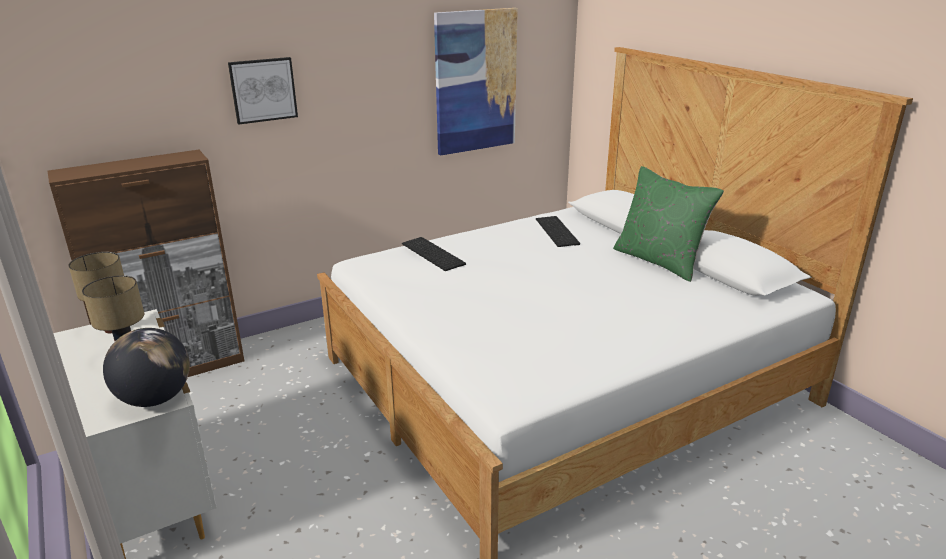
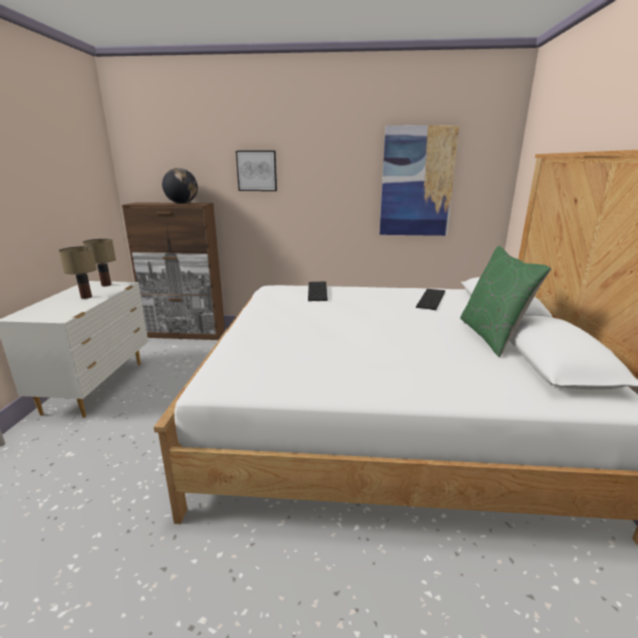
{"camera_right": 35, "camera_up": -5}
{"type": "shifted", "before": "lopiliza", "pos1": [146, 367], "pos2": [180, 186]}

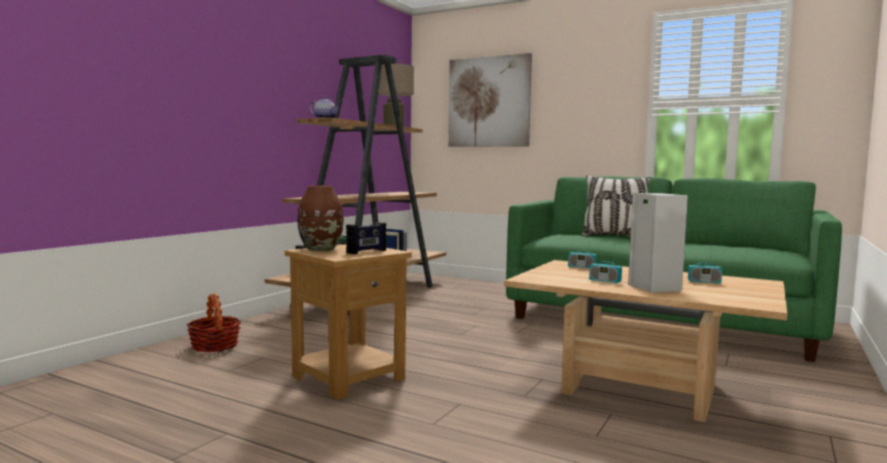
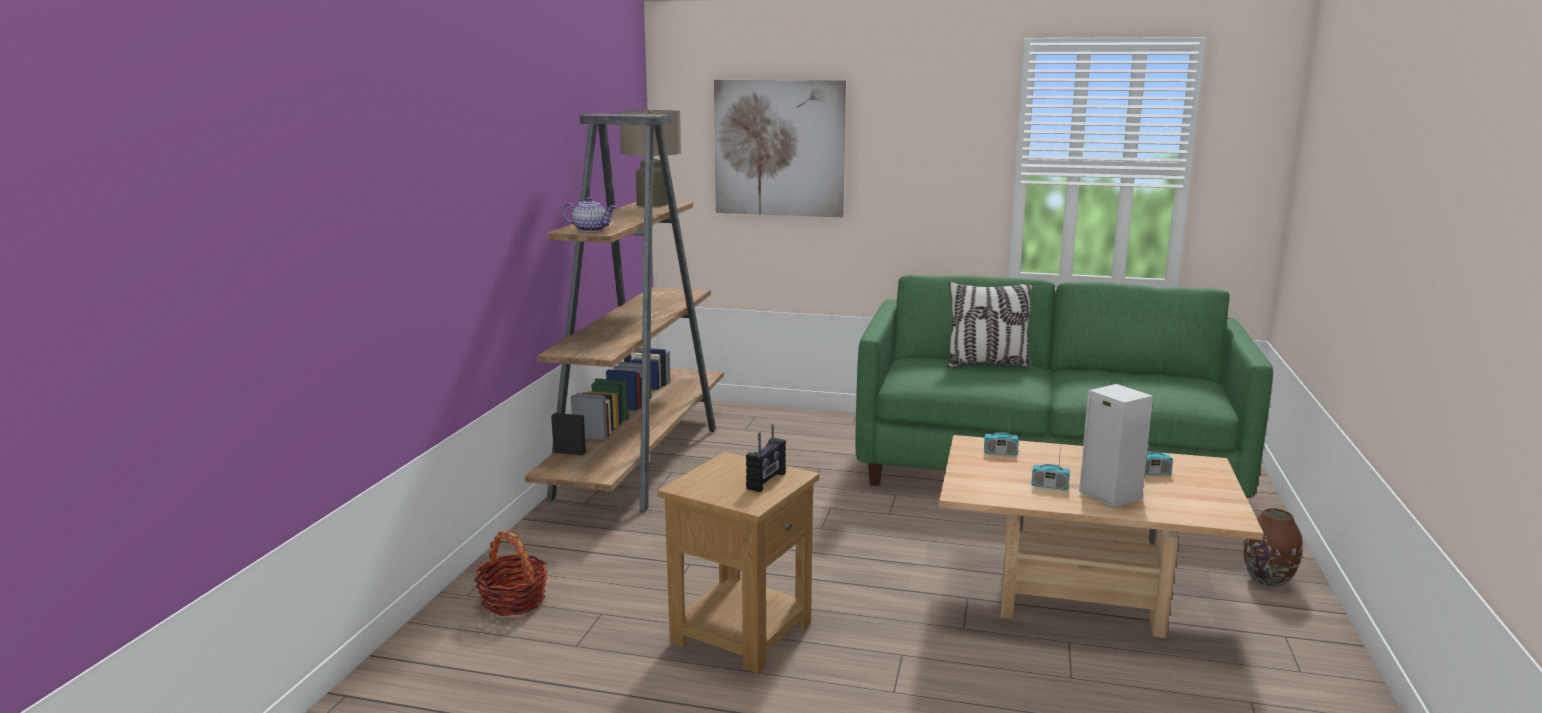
{"camera_right": -15, "camera_up": 10}
{"type": "shifted", "before": "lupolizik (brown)", "pos1": [320, 218], "pos2": [1273, 547]}

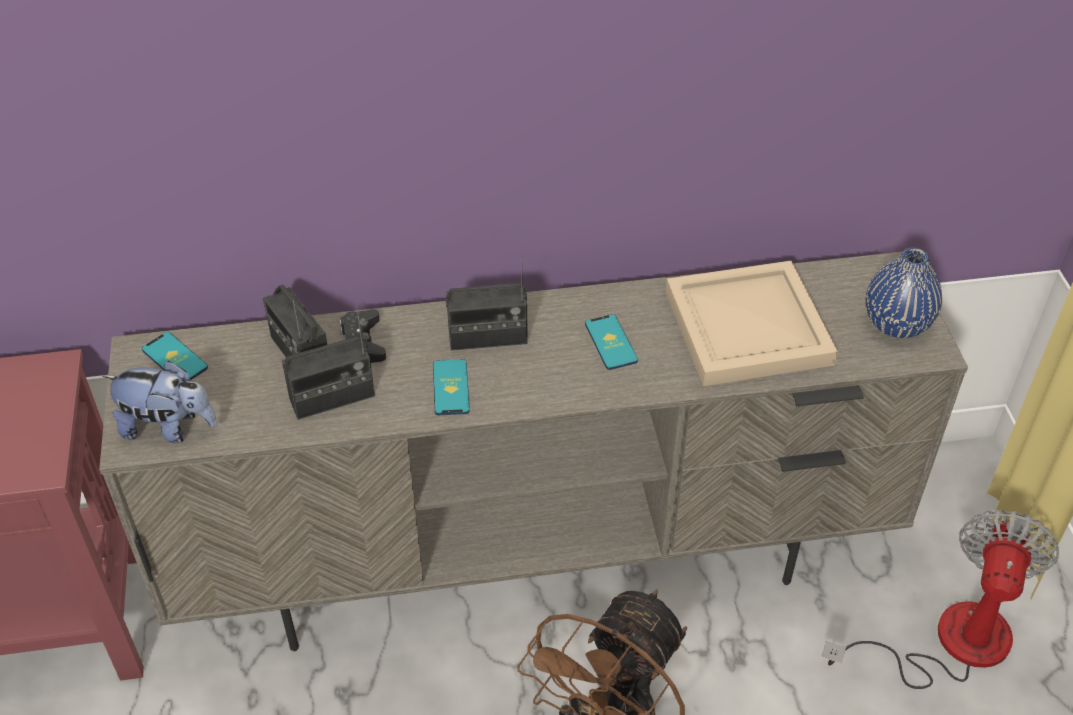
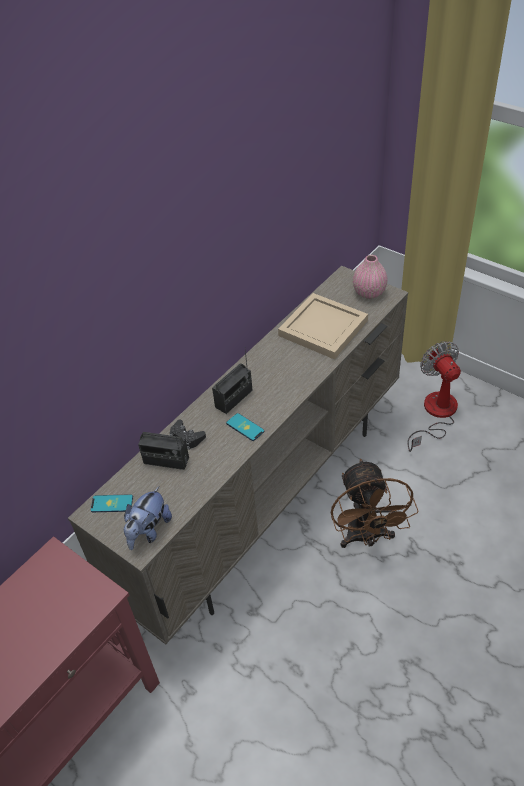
{"camera_right": -40, "camera_up": 0}
{"type": "repainted", "before": "lupolizik (blue)", "after": "lupolizik (pink)", "pos1": [903, 293], "pos2": [370, 277]}
{"type": "gone", "before": "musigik", "pos1": [328, 364]}
{"type": "gone", "before": "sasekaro", "pos1": [611, 342]}
{"type": "rotated", "before": "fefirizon", "pos1": [159, 402], "pos2": [148, 518], "turn": 150}

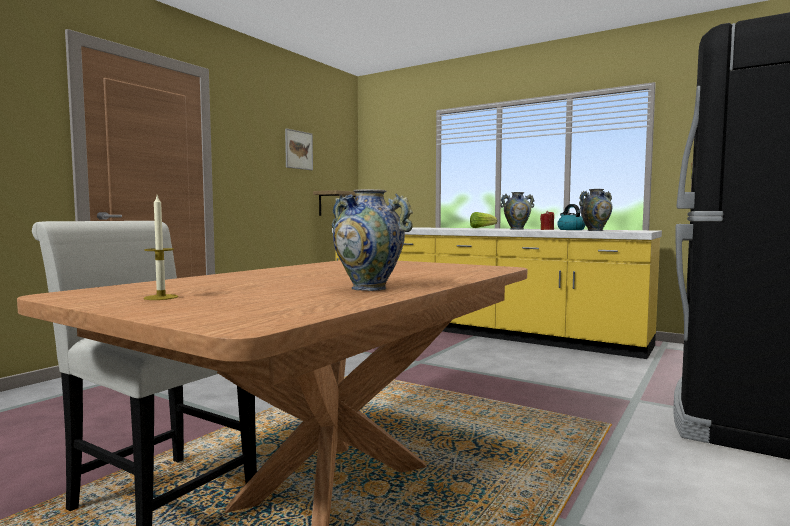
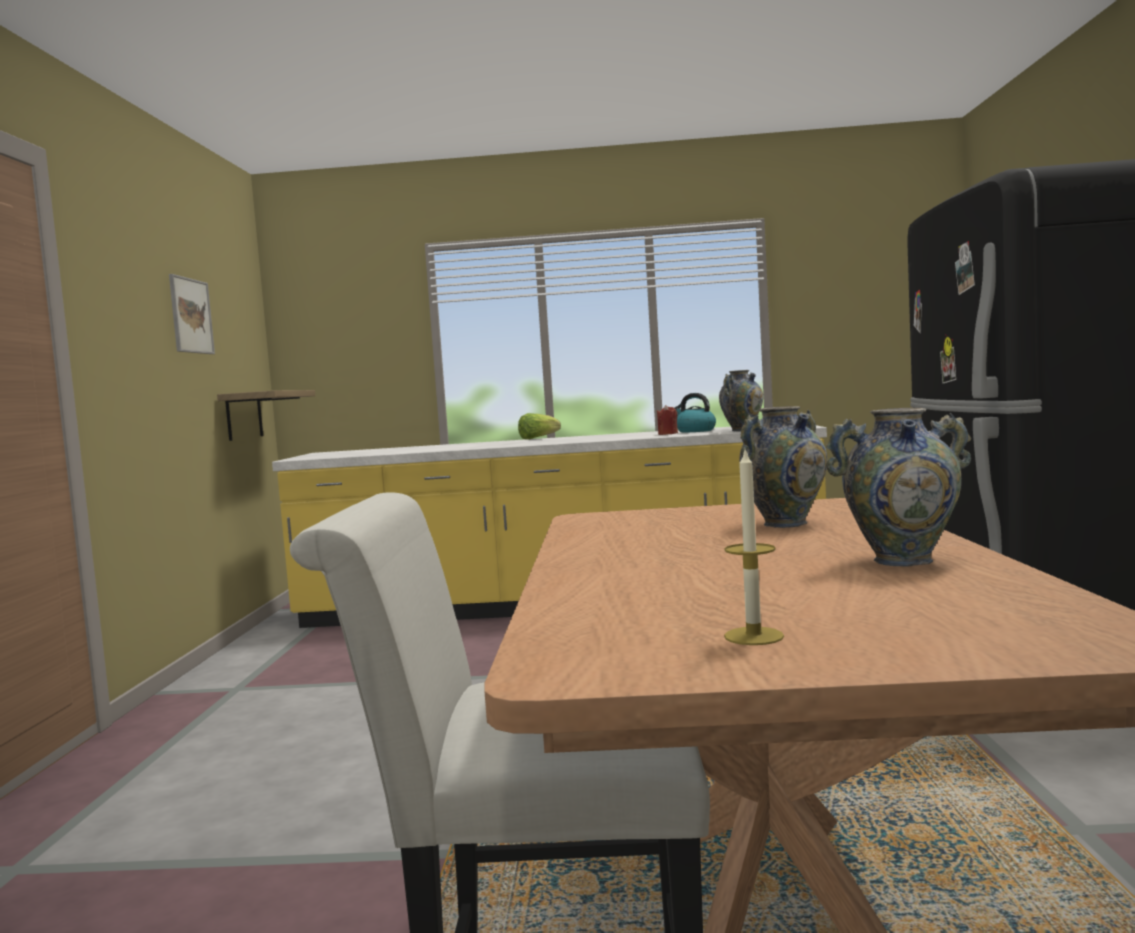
{"camera_right": -30, "camera_up": 0}
{"type": "shifted", "before": "lupolizik", "pos1": [517, 210], "pos2": [783, 467]}

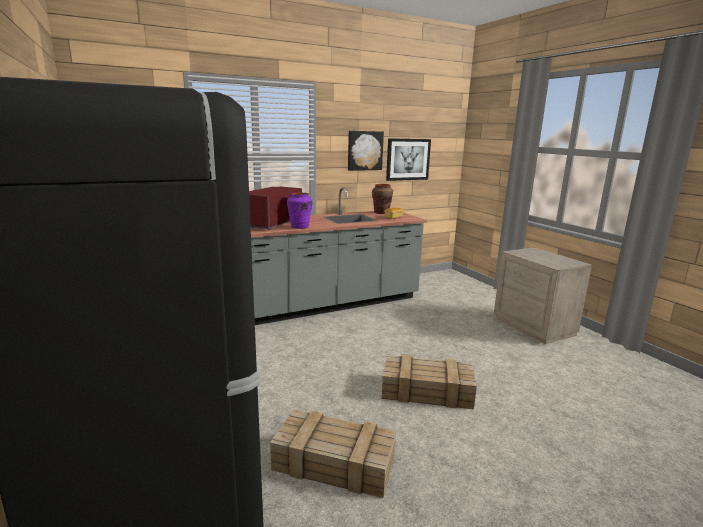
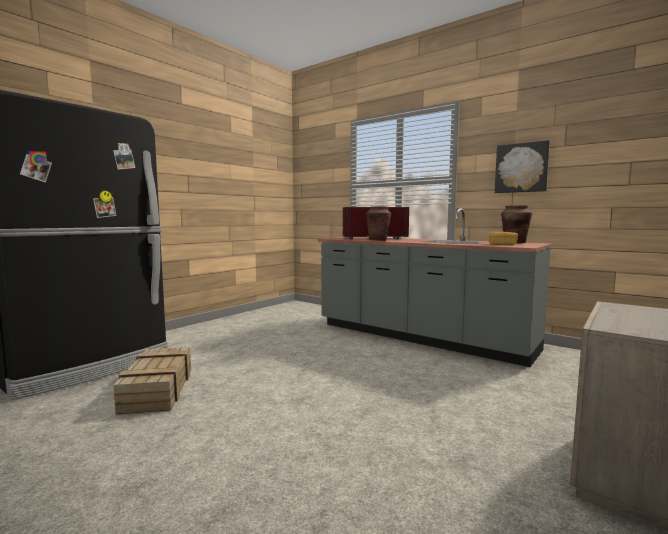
{"camera_right": 65, "camera_up": -10}
{"type": "gone", "before": "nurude", "pos1": [408, 159]}
{"type": "repainted", "before": "lupolizik (purple)", "after": "lupolizik (brown)", "pos1": [299, 211], "pos2": [378, 223]}
{"type": "gone", "before": "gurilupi", "pos1": [429, 381]}

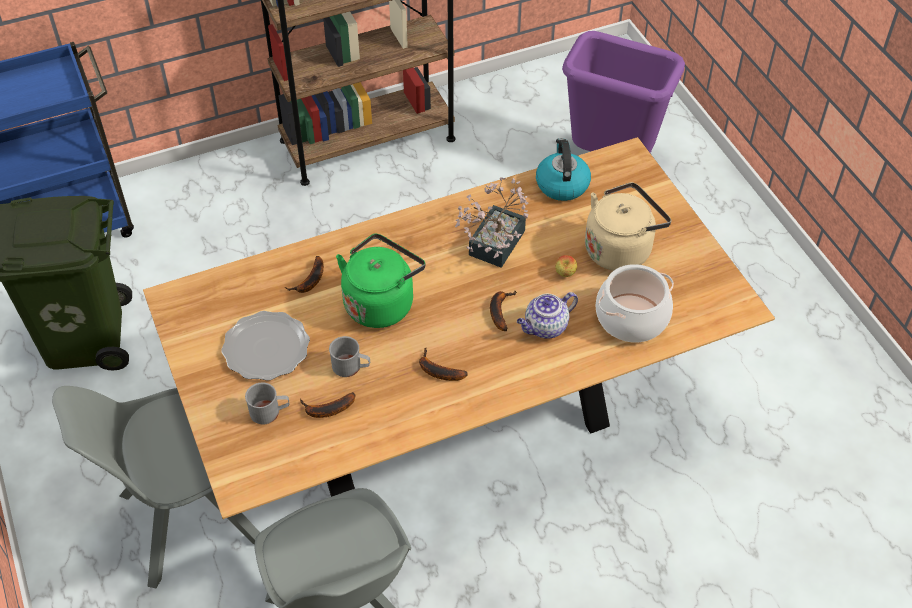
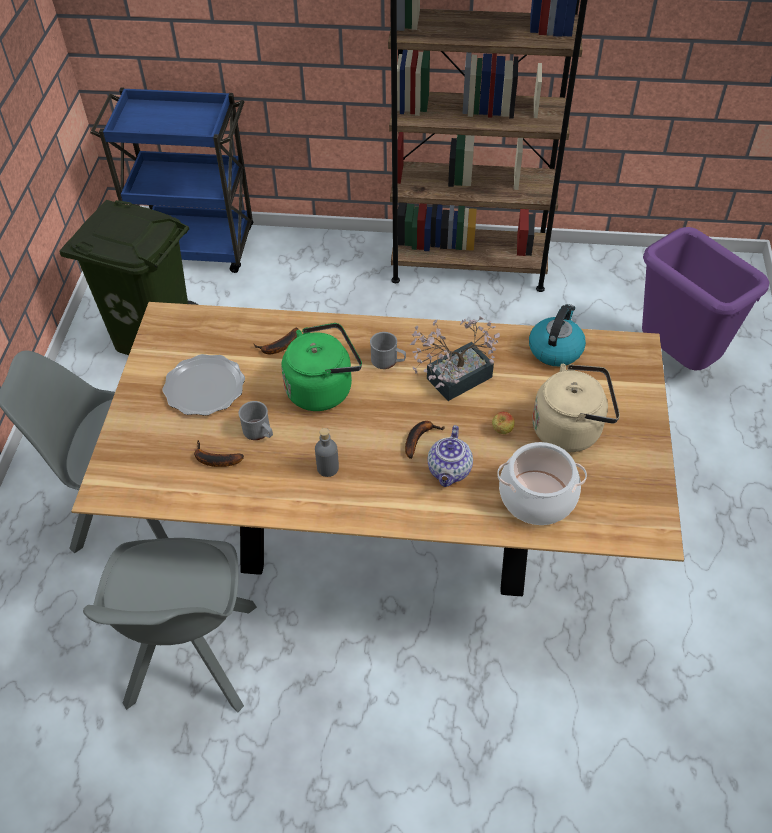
{"camera_right": 30, "camera_up": 0}
{"type": "rotated", "before": "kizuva", "pos1": [547, 315], "pos2": [450, 456], "turn": -75}
{"type": "swapped", "before": "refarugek", "after": "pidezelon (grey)", "pos1": [443, 364], "pos2": [327, 452]}
{"type": "shifted", "before": "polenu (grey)", "pos1": [267, 403], "pos2": [388, 350]}

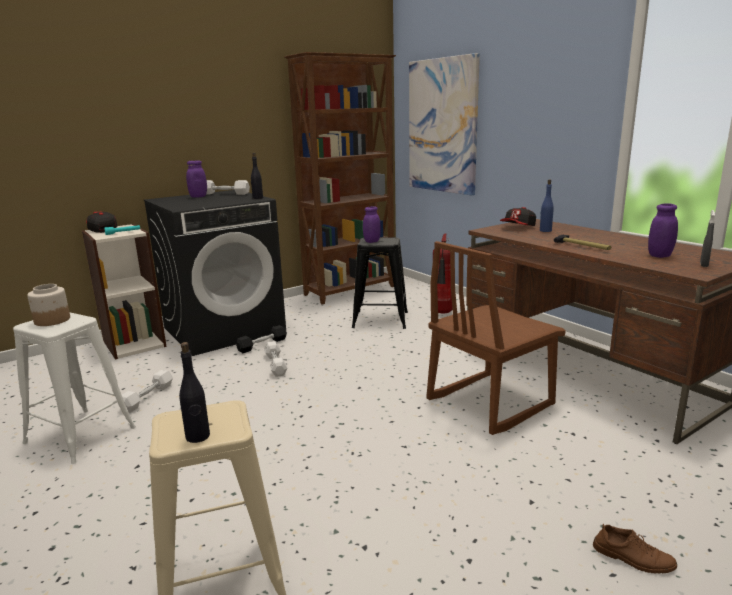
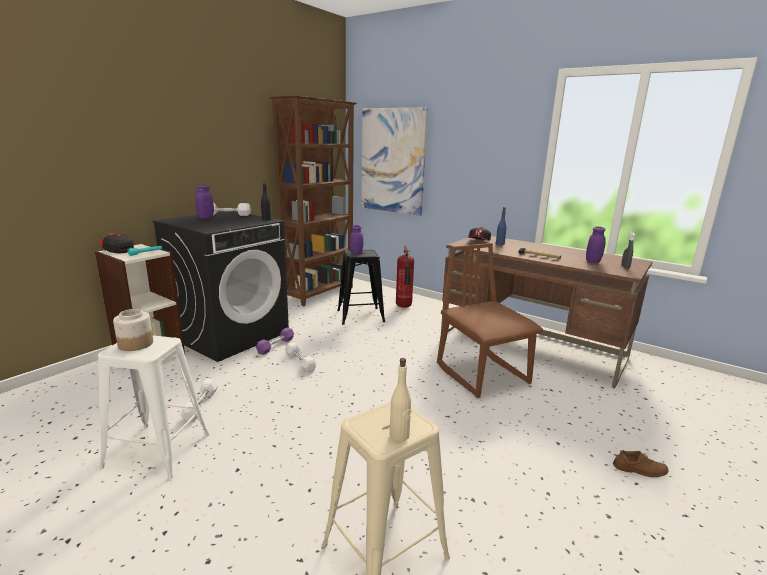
{"camera_right": -20, "camera_up": 0}
{"type": "rotated", "before": "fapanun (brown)", "pos1": [496, 338], "pos2": [490, 320], "turn": 120}
{"type": "repainted", "before": "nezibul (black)", "after": "nezibul (purple)", "pos1": [261, 339], "pos2": [275, 341]}
{"type": "repainted", "before": "pidezelon (black)", "after": "pidezelon (beige)", "pos1": [194, 392], "pos2": [400, 399]}

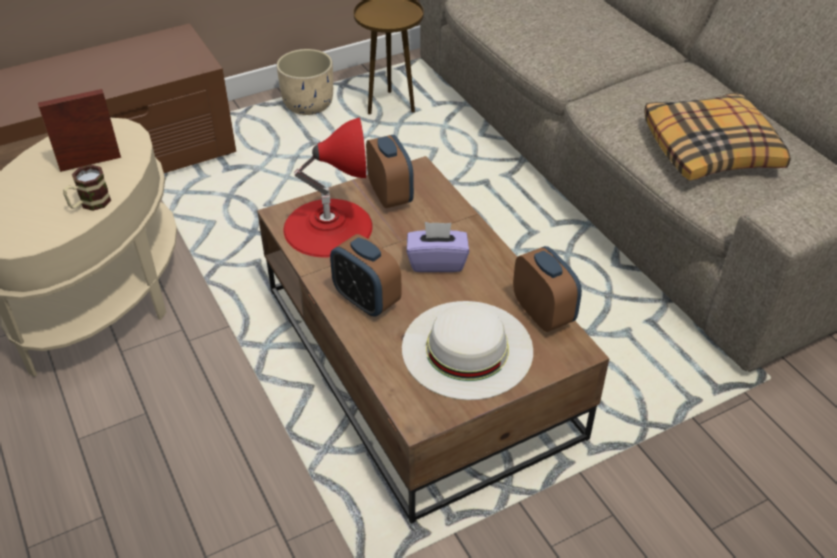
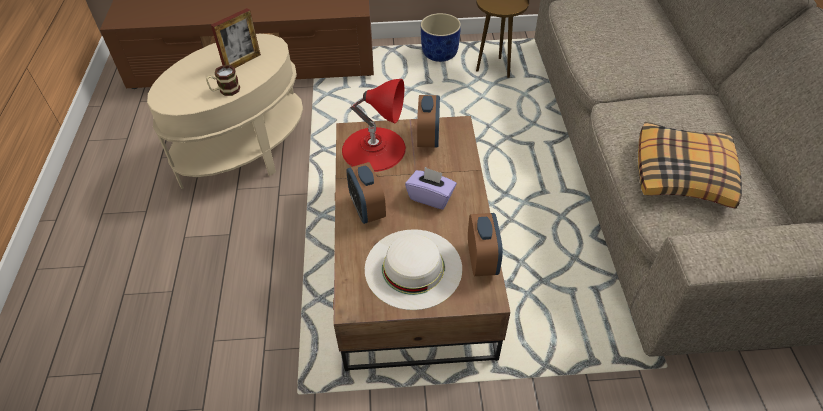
{"camera_right": 25, "camera_up": 5}
{"type": "repainted", "before": "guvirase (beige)", "after": "guvirase (blue)", "pos1": [304, 82], "pos2": [441, 37]}
{"type": "rotated", "before": "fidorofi", "pos1": [79, 130], "pos2": [236, 38], "turn": 135}

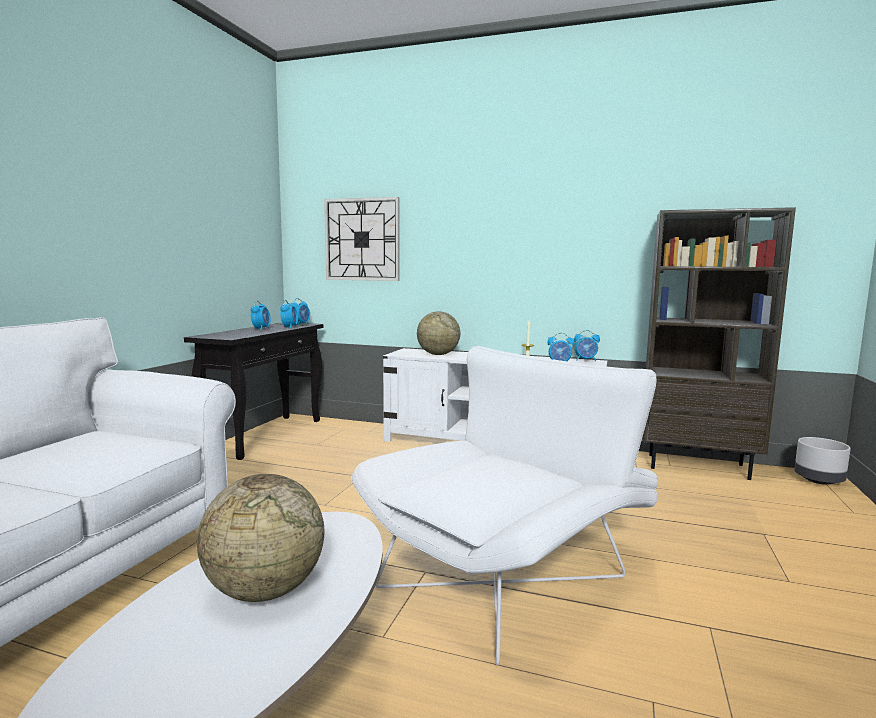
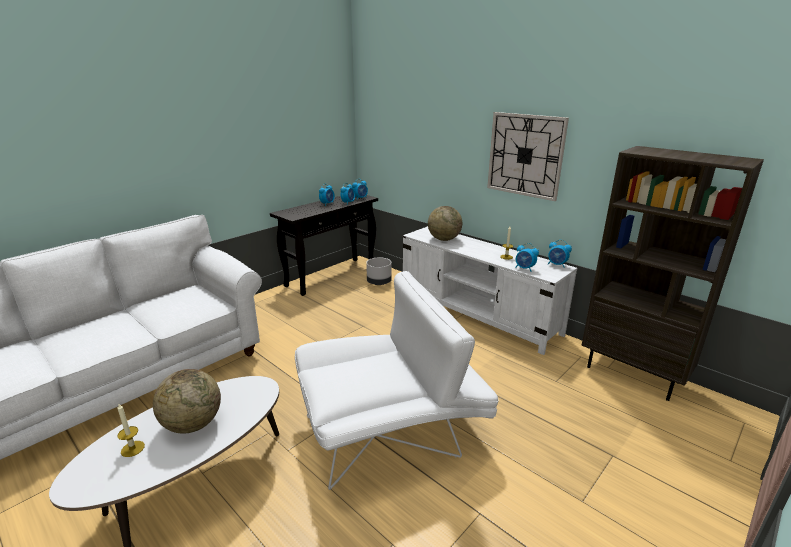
{"camera_right": 25, "camera_up": 15}
{"type": "shifted", "before": "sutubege", "pos1": [361, 239], "pos2": [528, 156]}
{"type": "shifted", "before": "guvirase (grey)", "pos1": [822, 461], "pos2": [379, 271]}
{"type": "new", "after": "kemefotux", "pos2": [131, 430]}

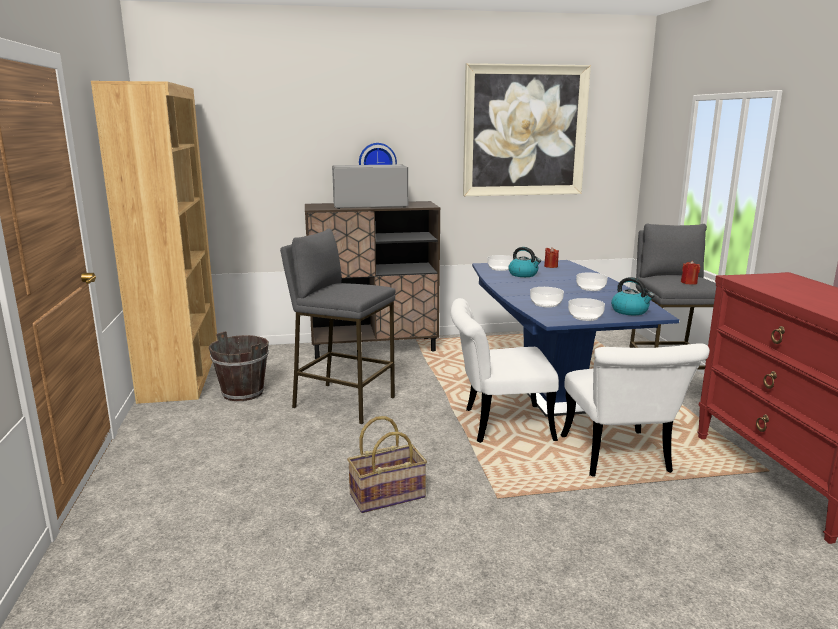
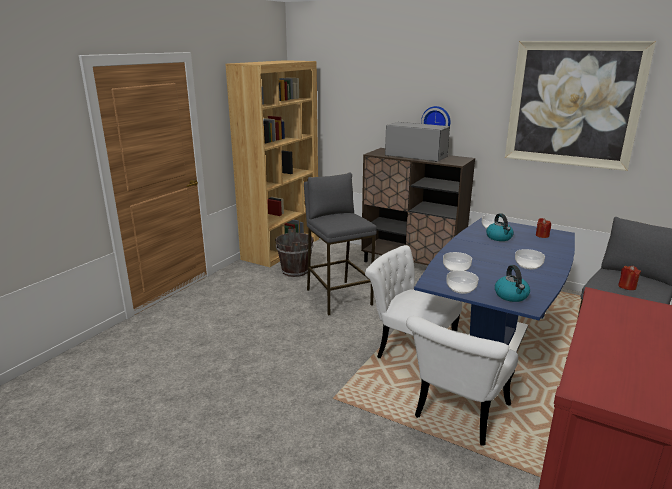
{"camera_right": 40, "camera_up": 5}
{"type": "gone", "before": "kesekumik", "pos1": [387, 464]}

